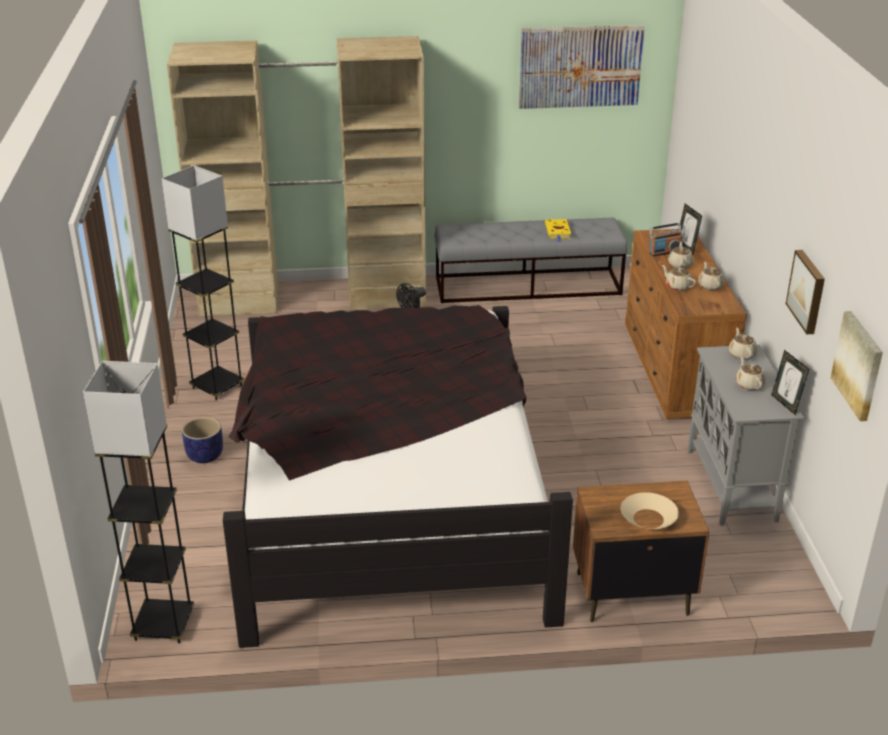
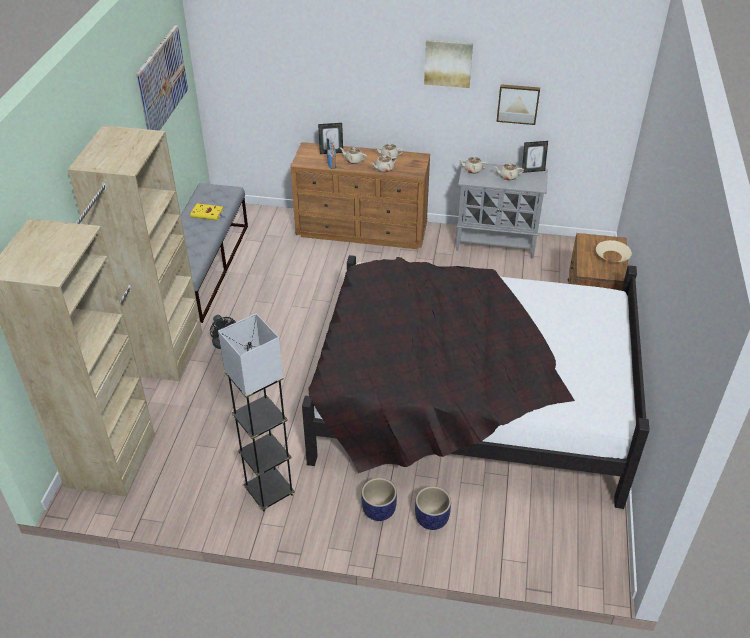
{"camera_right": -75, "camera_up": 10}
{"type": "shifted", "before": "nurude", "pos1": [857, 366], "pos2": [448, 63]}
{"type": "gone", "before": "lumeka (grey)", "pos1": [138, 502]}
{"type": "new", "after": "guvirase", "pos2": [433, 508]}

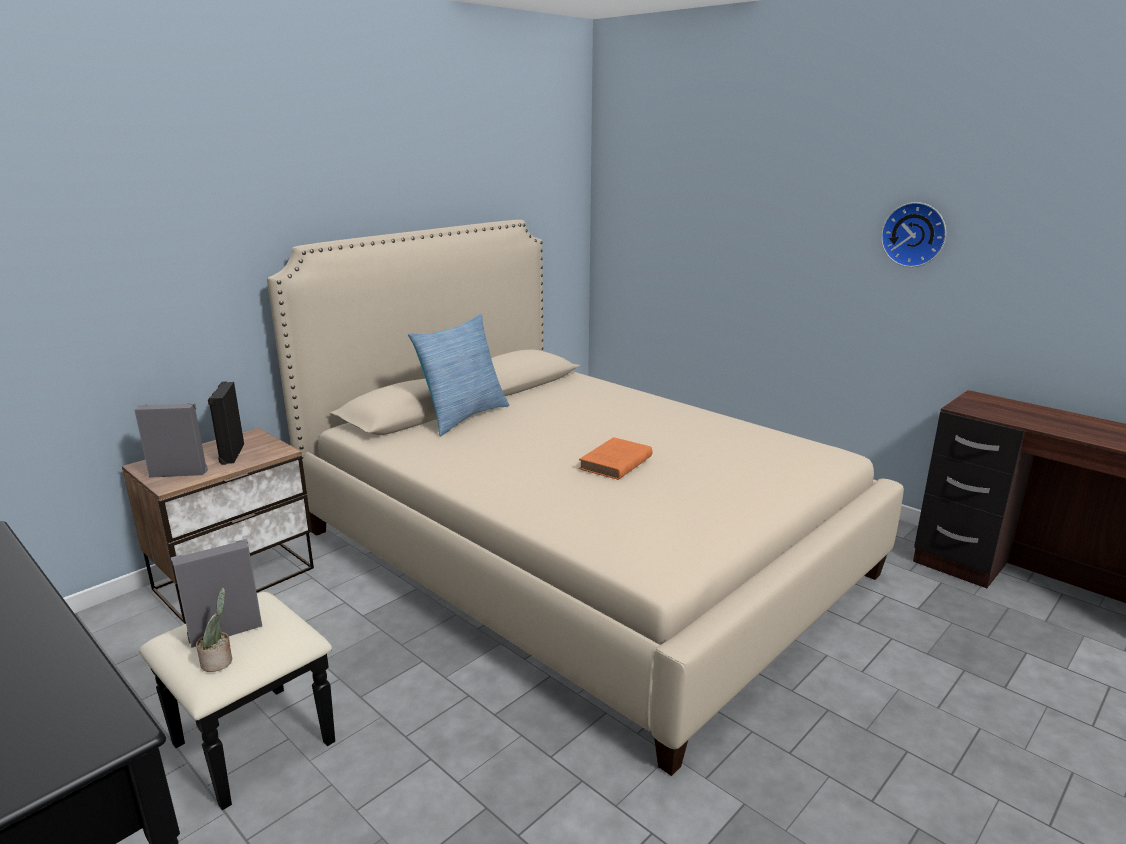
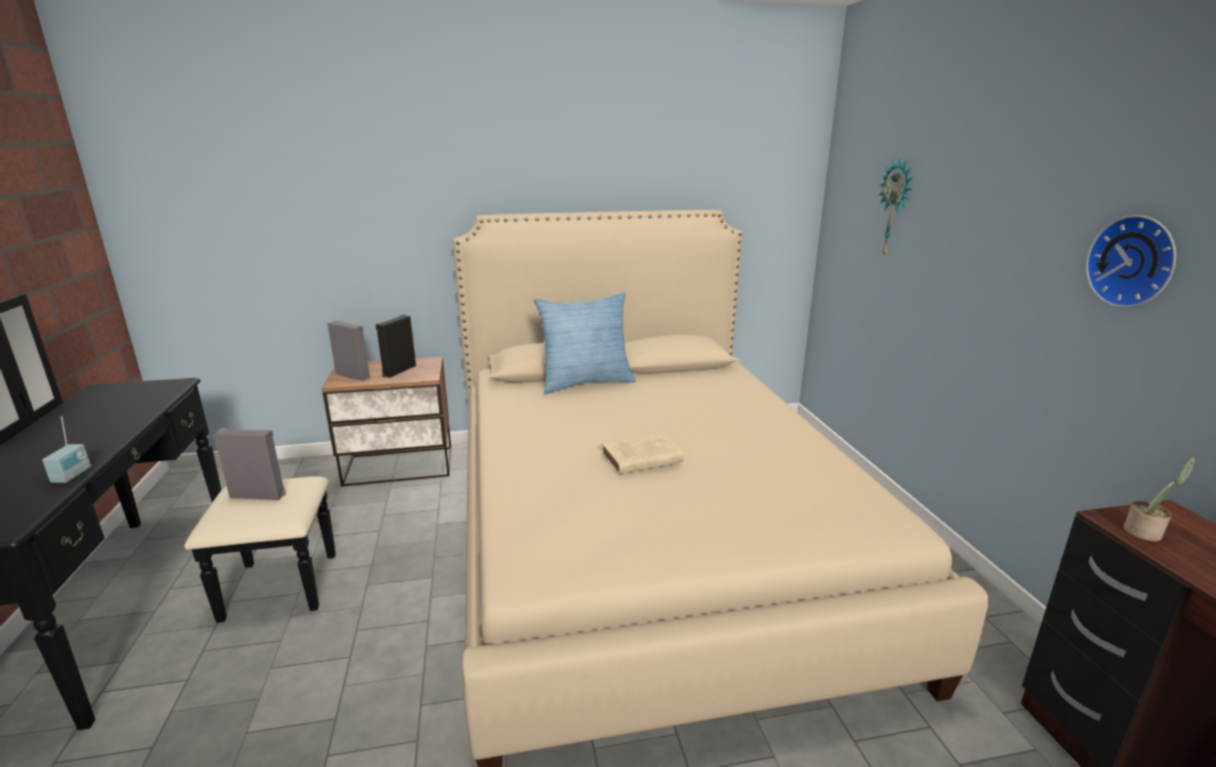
{"camera_right": 35, "camera_up": 0}
{"type": "repainted", "before": "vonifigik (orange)", "after": "vonifigik (beige)", "pos1": [615, 458], "pos2": [643, 453]}
{"type": "shifted", "before": "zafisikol", "pos1": [214, 629], "pos2": [1159, 499]}
{"type": "new", "after": "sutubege", "pos2": [896, 207]}
{"type": "new", "after": "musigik", "pos2": [66, 449]}

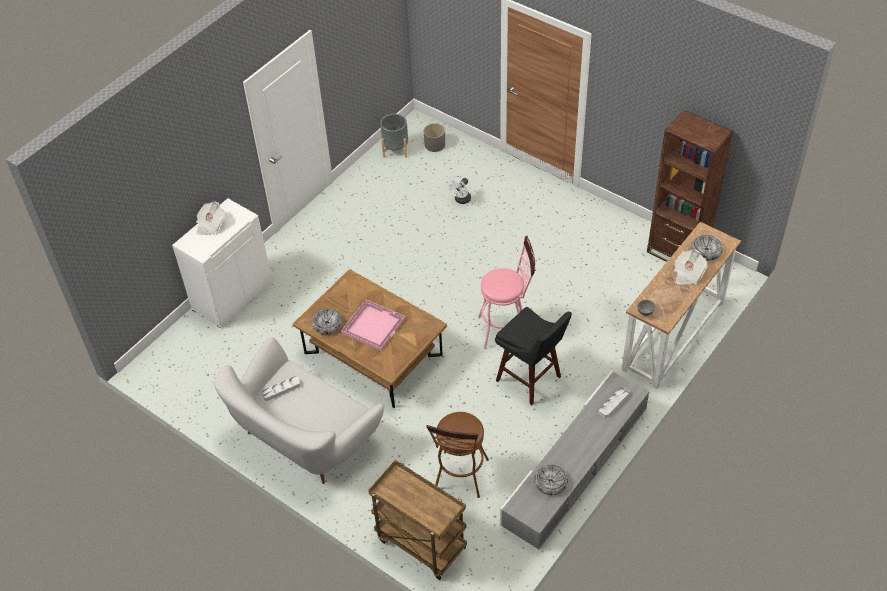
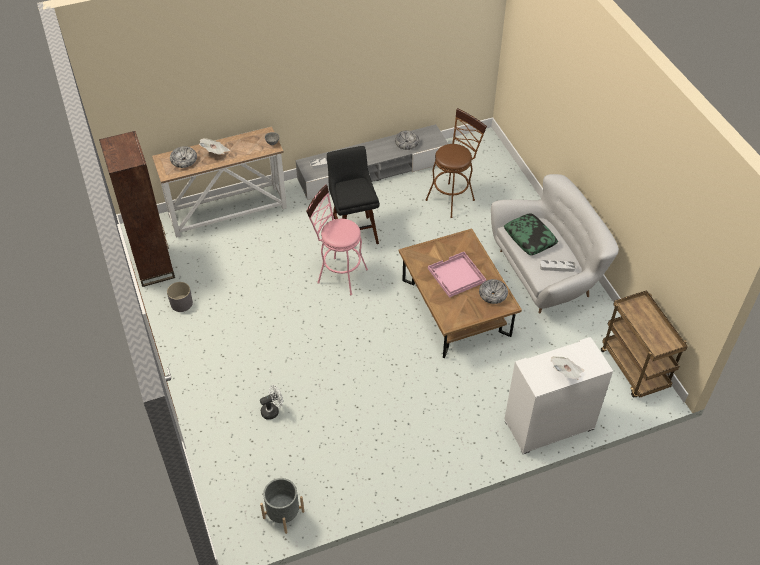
{"camera_right": -150, "camera_up": 0}
{"type": "shifted", "before": "guvirase (grey)", "pos1": [434, 137], "pos2": [180, 297]}
{"type": "shifted", "before": "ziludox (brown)", "pos1": [417, 520], "pos2": [644, 344]}
{"type": "new", "after": "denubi", "pos2": [531, 234]}

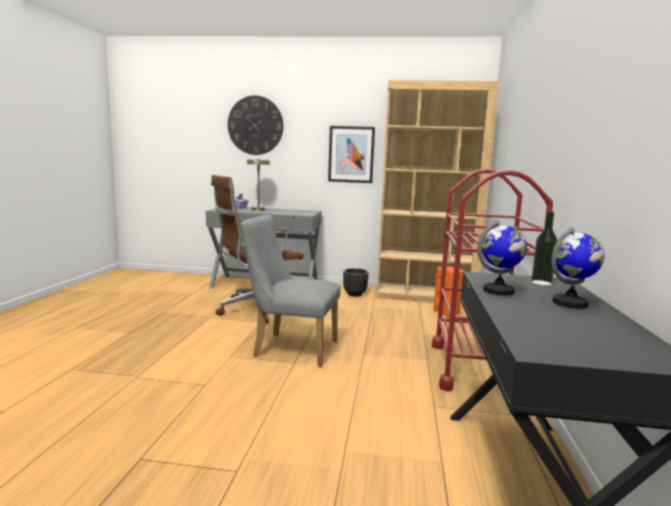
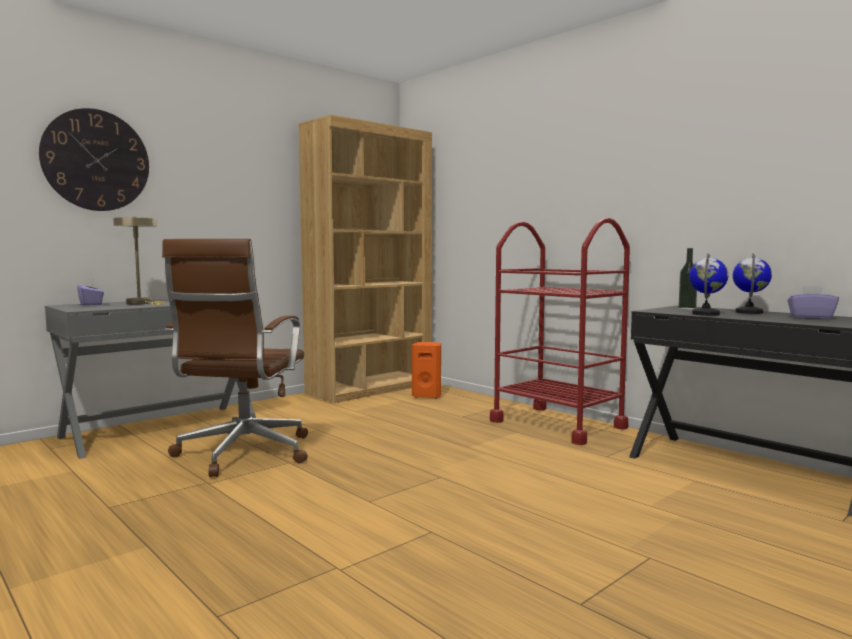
{"camera_right": -50, "camera_up": -5}
{"type": "gone", "before": "nurude", "pos1": [351, 154]}
{"type": "gone", "before": "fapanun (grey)", "pos1": [290, 291]}
{"type": "gone", "before": "guvirase (black)", "pos1": [356, 282]}
{"type": "new", "after": "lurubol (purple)", "pos2": [813, 302]}

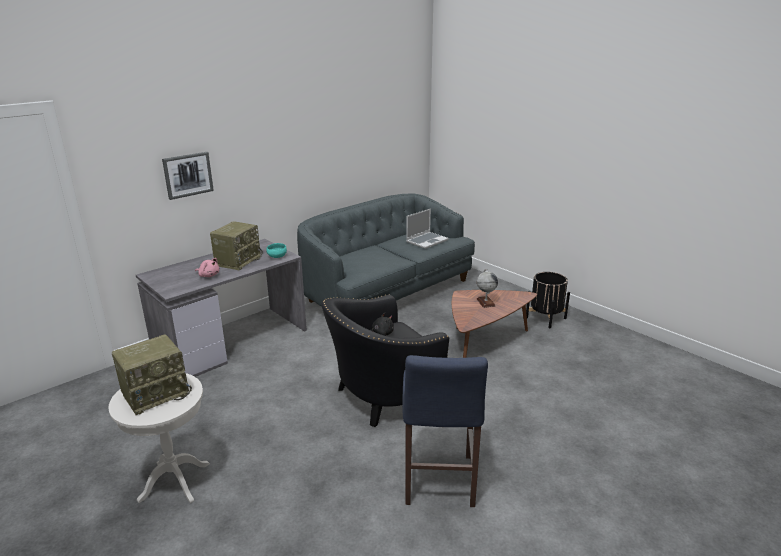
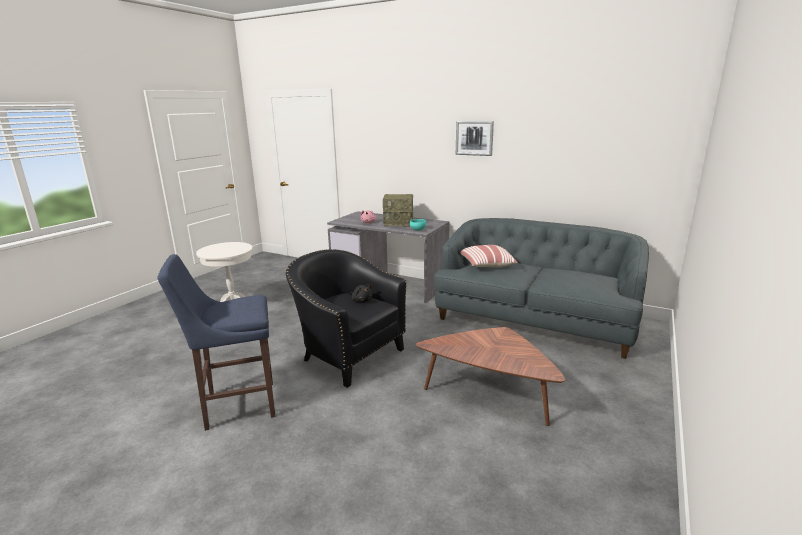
{"camera_right": 70, "camera_up": -5}
{"type": "shifted", "before": "nurude", "pos1": [188, 176], "pos2": [475, 138]}
{"type": "gone", "before": "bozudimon", "pos1": [427, 228]}
{"type": "gone", "before": "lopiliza", "pos1": [487, 288]}
{"type": "gone", "before": "guvirase (black)", "pos1": [548, 300]}
{"type": "gone", "before": "musigik", "pos1": [152, 374]}
{"type": "new", "after": "denubi", "pos2": [489, 256]}

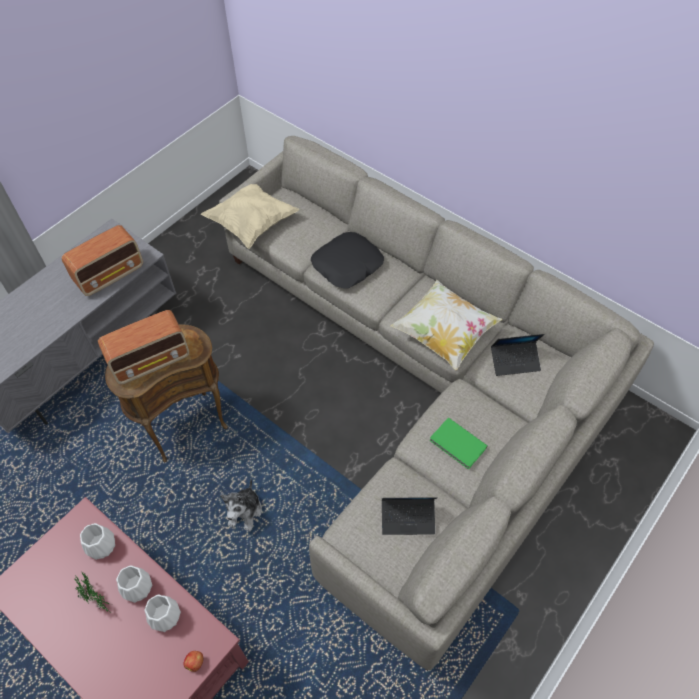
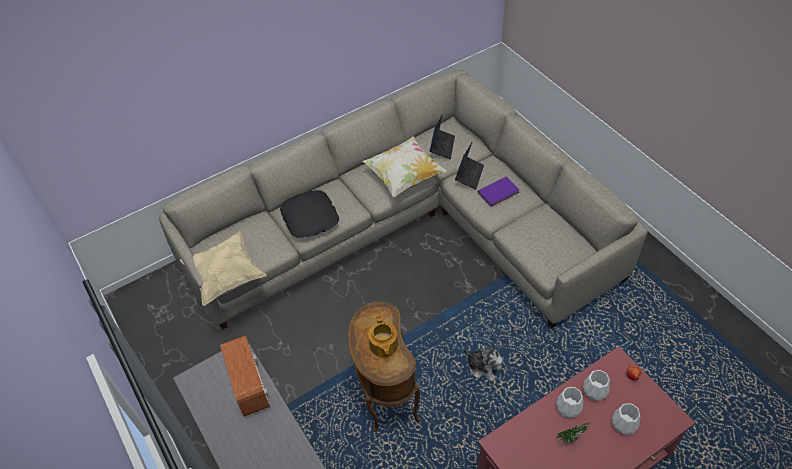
{"camera_right": -70, "camera_up": -5}
{"type": "swapped", "before": "musigik", "after": "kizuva", "pos1": [144, 347], "pos2": [383, 336]}
{"type": "repainted", "before": "vonifigik (green)", "after": "vonifigik (purple)", "pos1": [458, 443], "pos2": [499, 191]}
{"type": "shifted", "before": "bozudimon", "pos1": [410, 516], "pos2": [469, 166]}
{"type": "shifted", "before": "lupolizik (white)", "pos1": [97, 541], "pos2": [626, 419]}

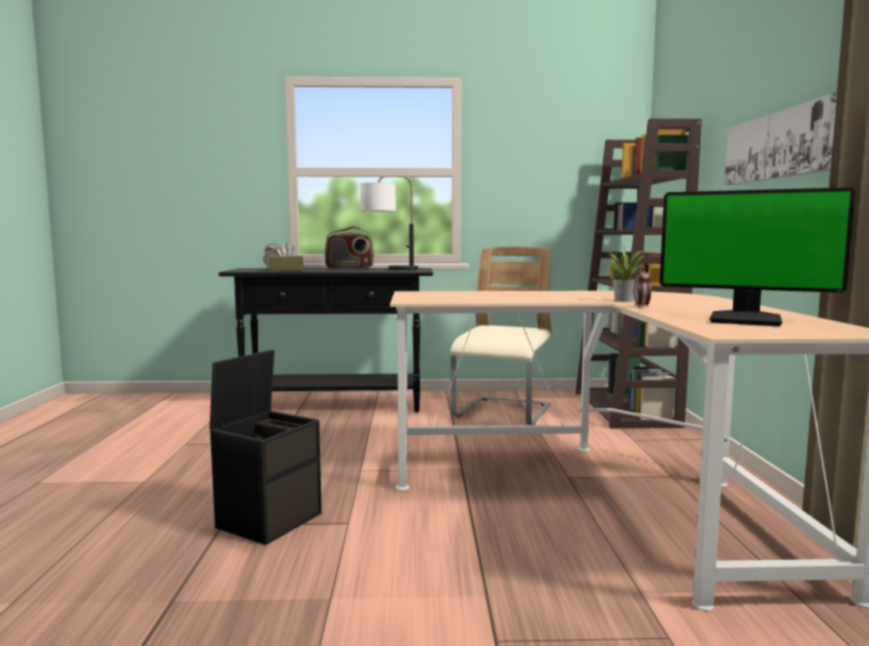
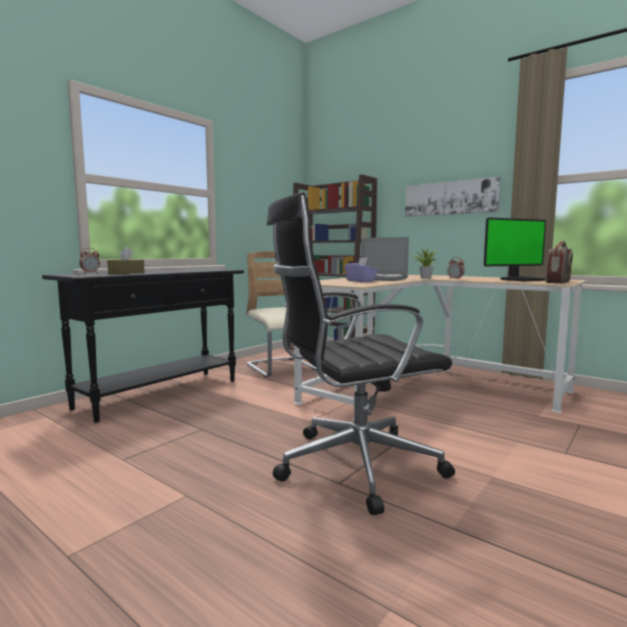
{"camera_right": -50, "camera_up": 0}
{"type": "gone", "before": "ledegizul", "pos1": [389, 222]}
{"type": "shifted", "before": "musigik", "pos1": [349, 248], "pos2": [559, 262]}
{"type": "swapped", "before": "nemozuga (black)", "after": "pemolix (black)", "pos1": [266, 447], "pos2": [361, 353]}
{"type": "new", "after": "bozudimon", "pos2": [377, 259]}
{"type": "new", "after": "lurubol (purple)", "pos2": [361, 270]}

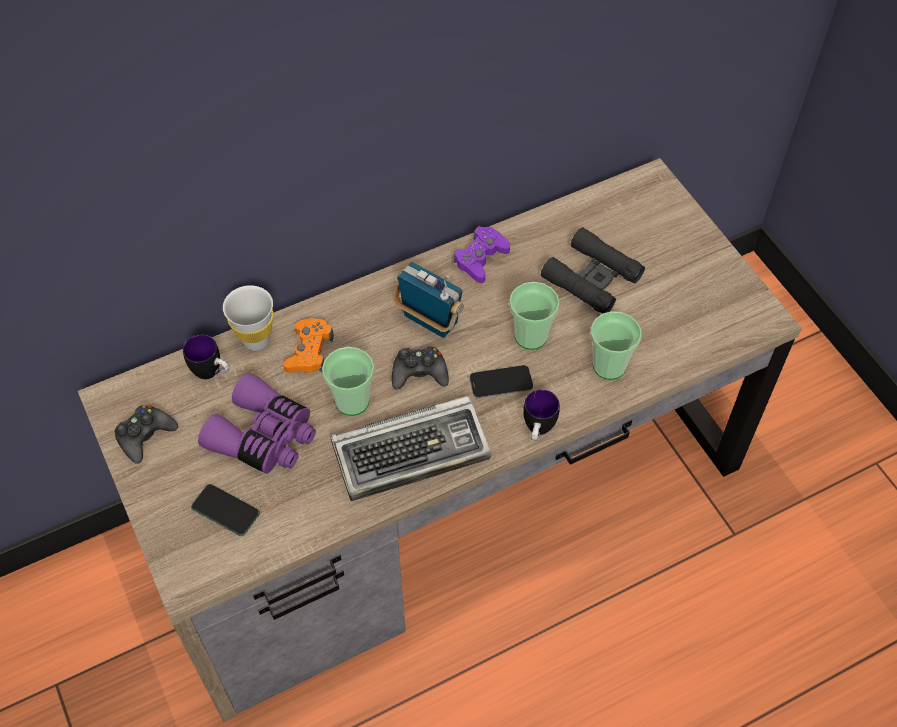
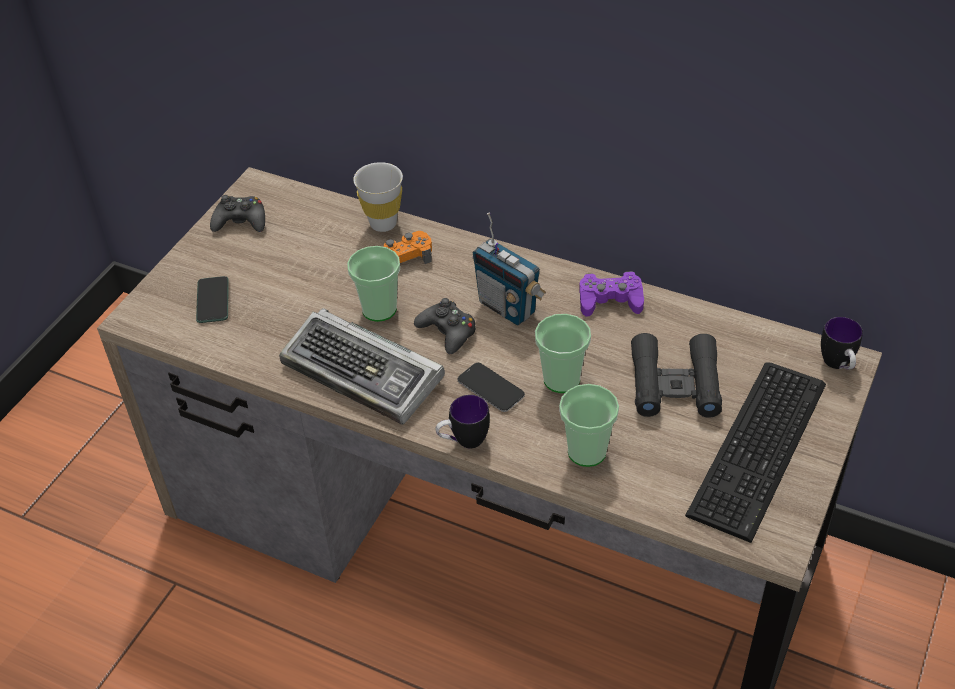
{"camera_right": 55, "camera_up": -10}
{"type": "rotated", "before": "musigik", "pos1": [428, 300], "pos2": [509, 268], "turn": 135}
{"type": "shifted", "before": "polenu", "pos1": [206, 357], "pos2": [842, 343]}
{"type": "gone", "before": "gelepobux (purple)", "pos1": [257, 423]}
{"type": "new", "after": "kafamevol", "pos2": [755, 453]}

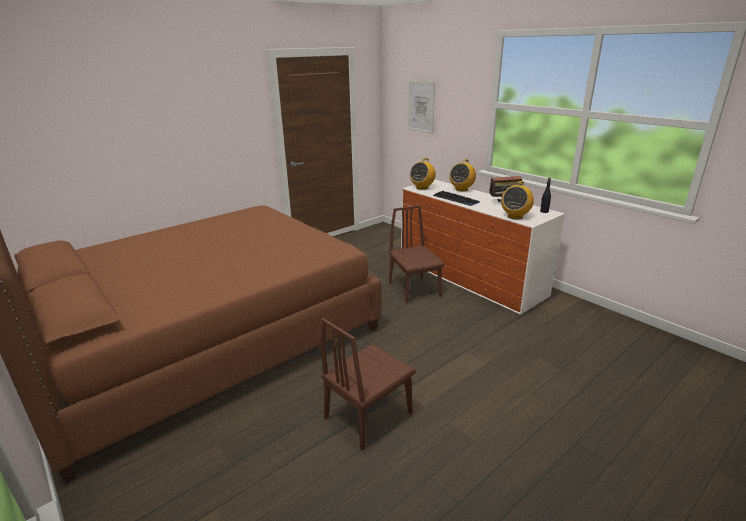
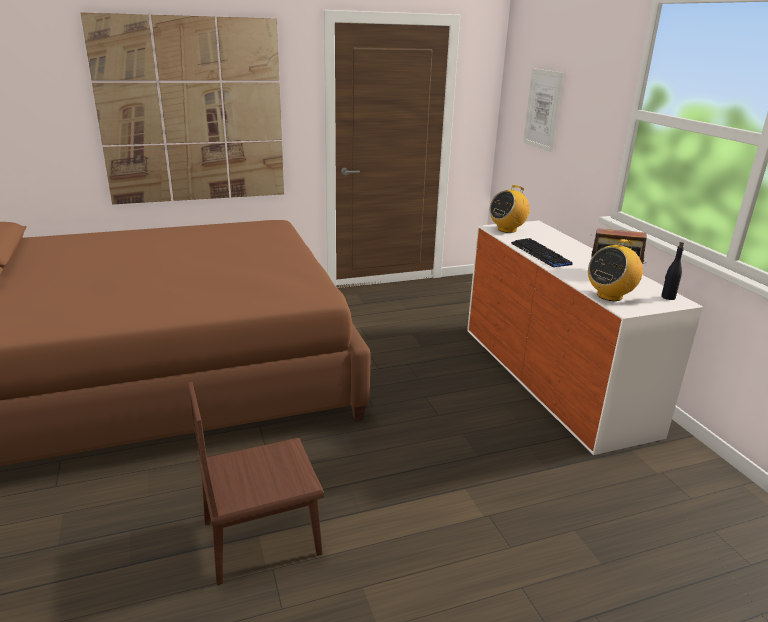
{"camera_right": 20, "camera_up": 0}
{"type": "gone", "before": "musigik", "pos1": [462, 175]}
{"type": "gone", "before": "fapanun (brown)", "pos1": [416, 254]}
{"type": "new", "after": "nurude", "pos2": [182, 108]}

